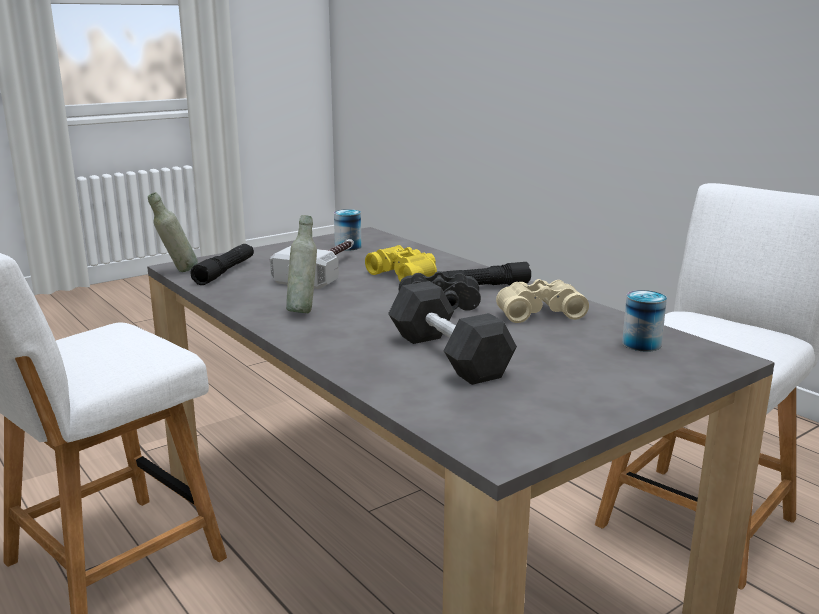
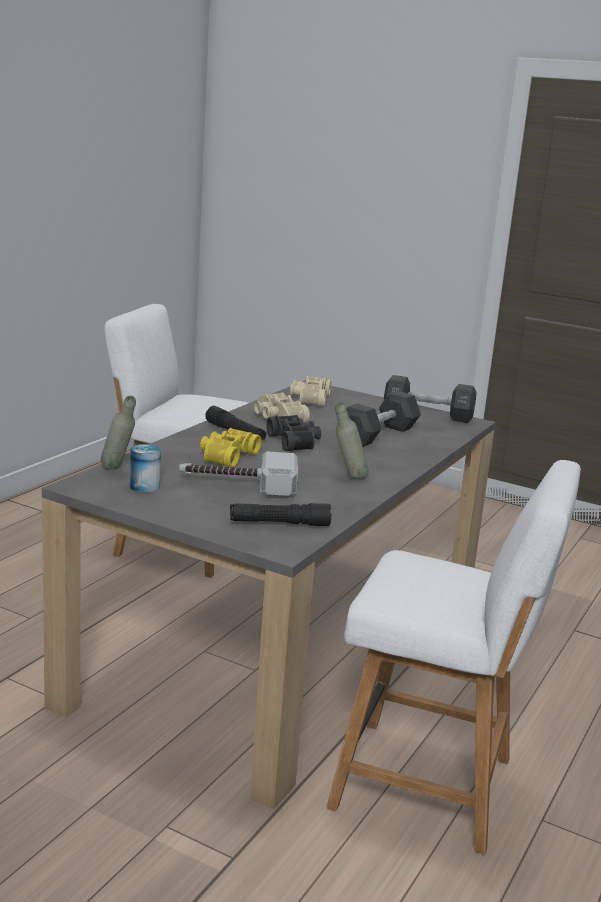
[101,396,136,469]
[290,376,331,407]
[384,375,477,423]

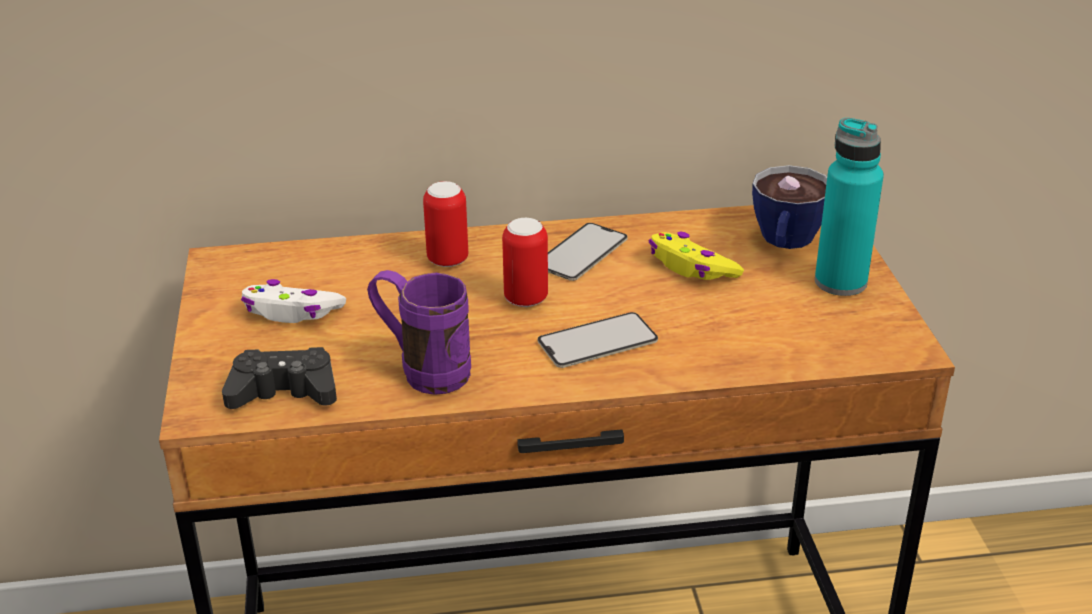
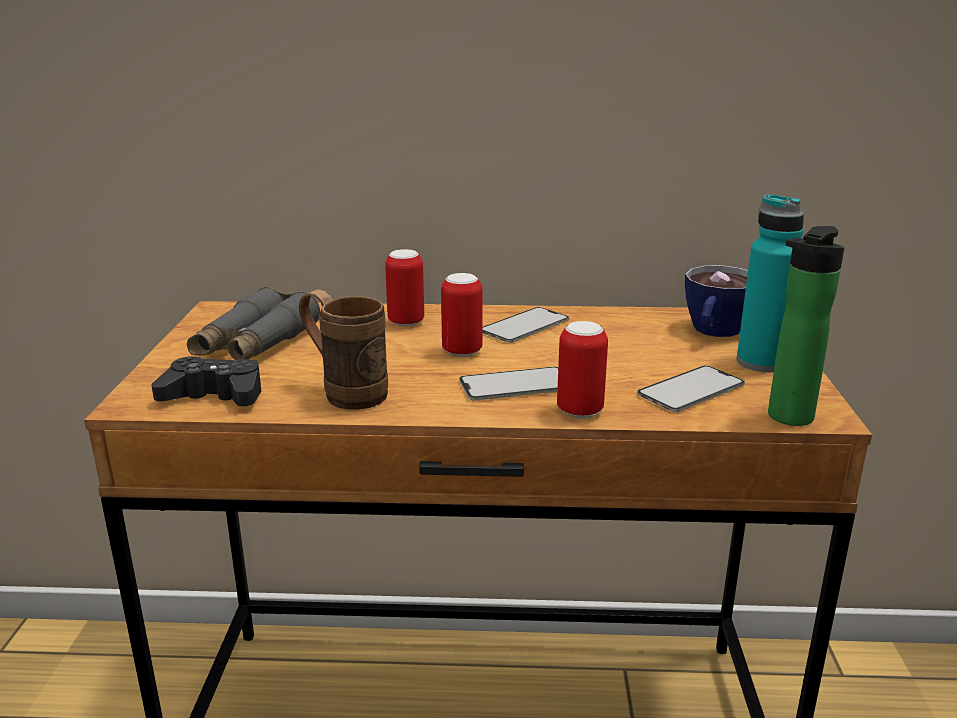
[187,287,320,360]
[299,289,388,410]
[557,321,608,418]
[637,365,745,412]
[768,226,844,426]
[649,231,744,280] (first image)

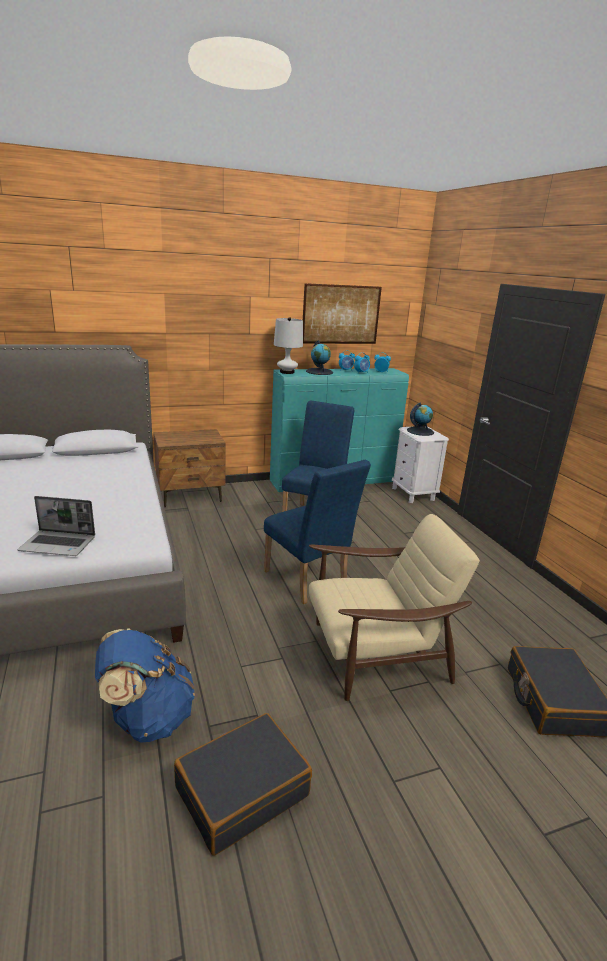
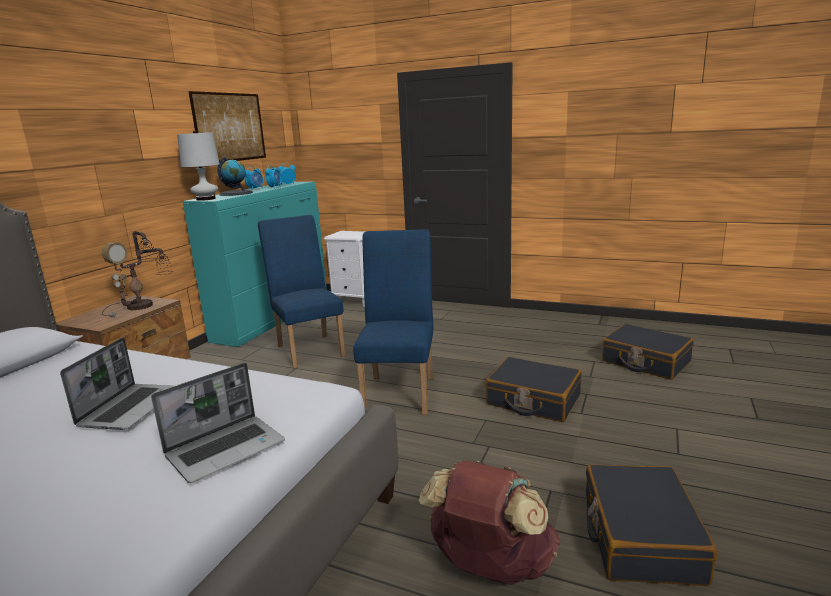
[60,337,174,430]
[102,231,173,317]
[353,229,433,415]
[419,461,560,585]
[485,357,582,422]
[407,403,434,436] (first image)

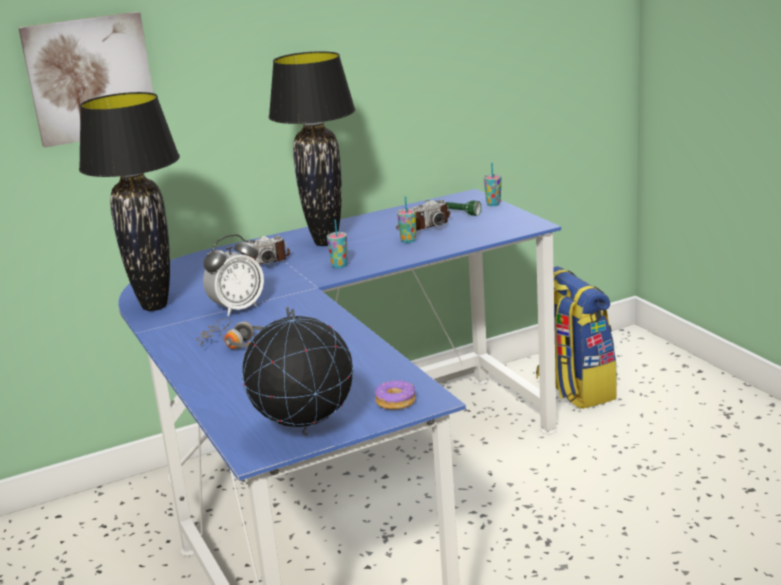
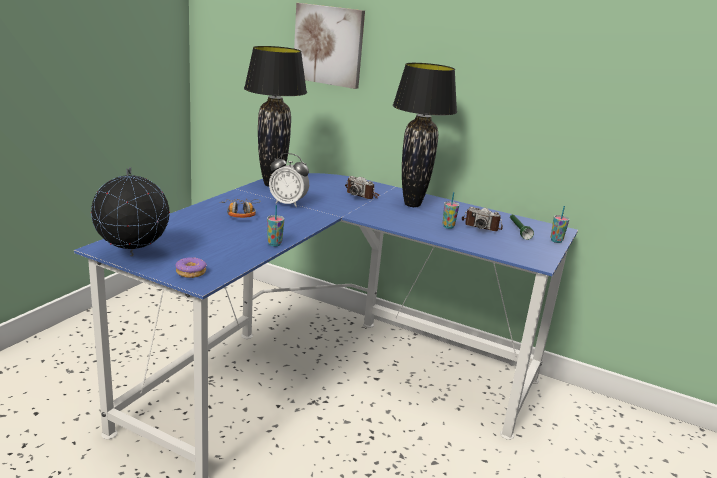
[267,205,284,247]
[536,266,617,409] (first image)

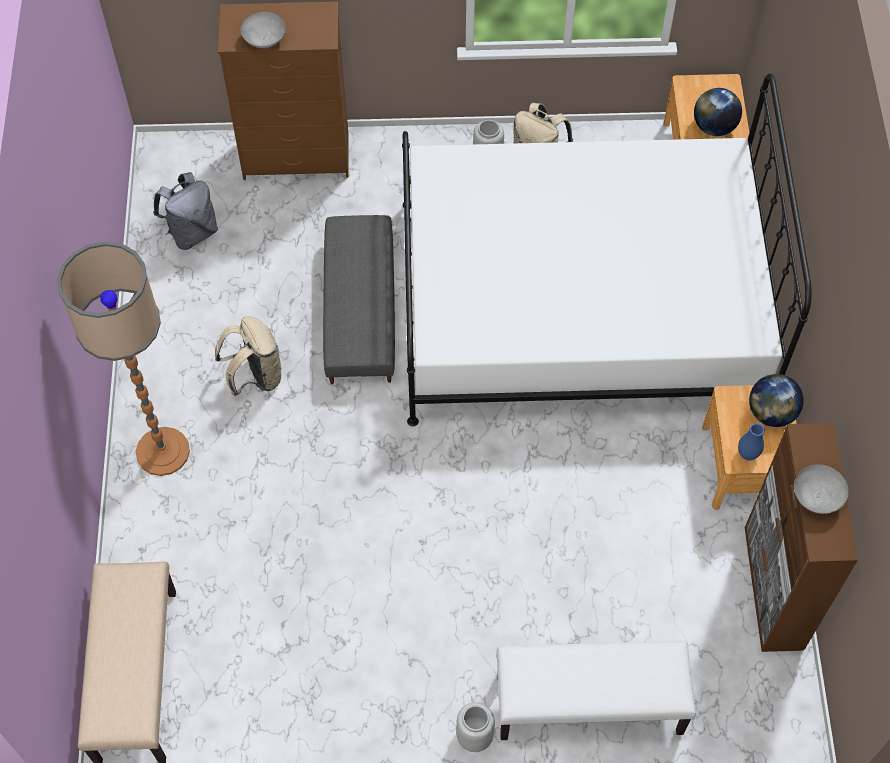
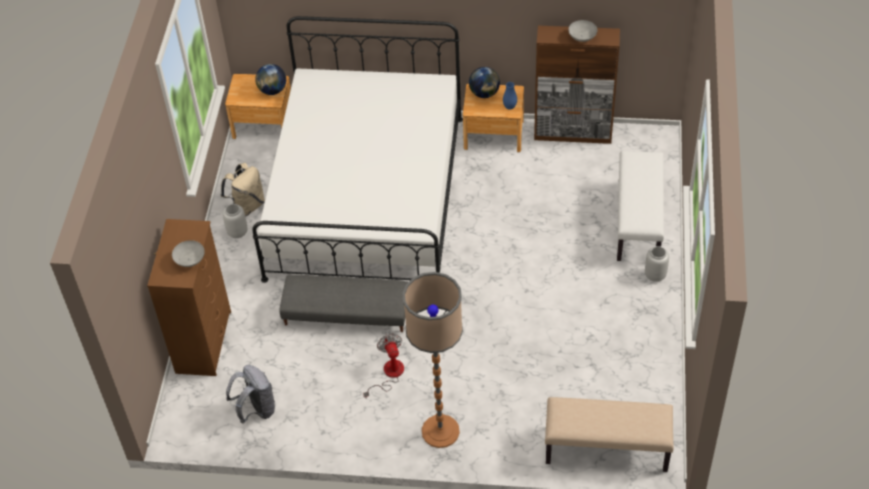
[363,334,404,398]

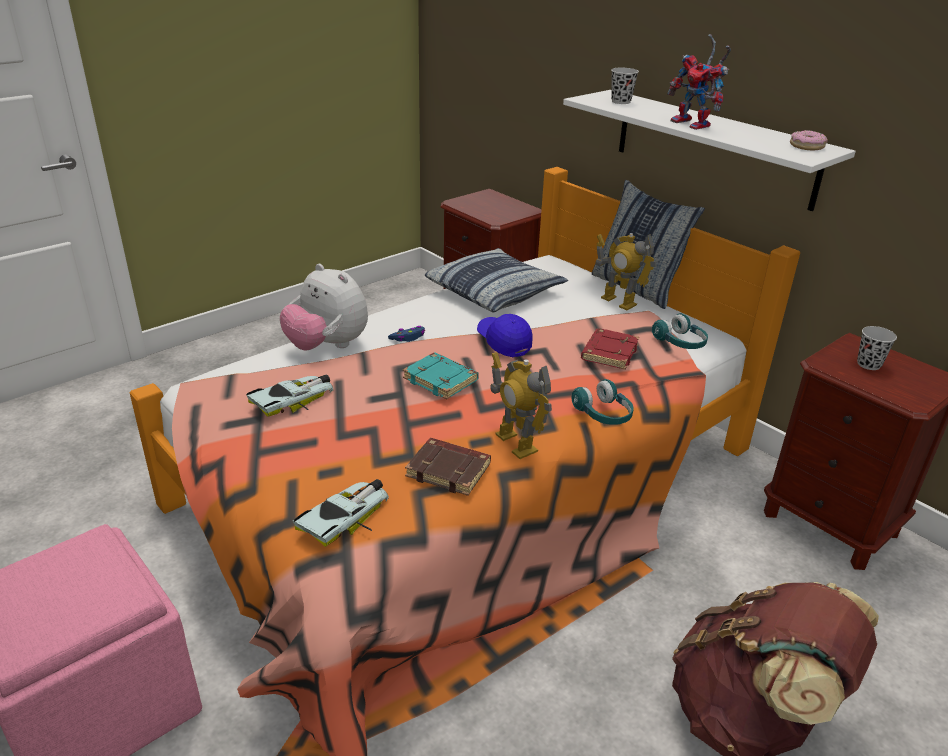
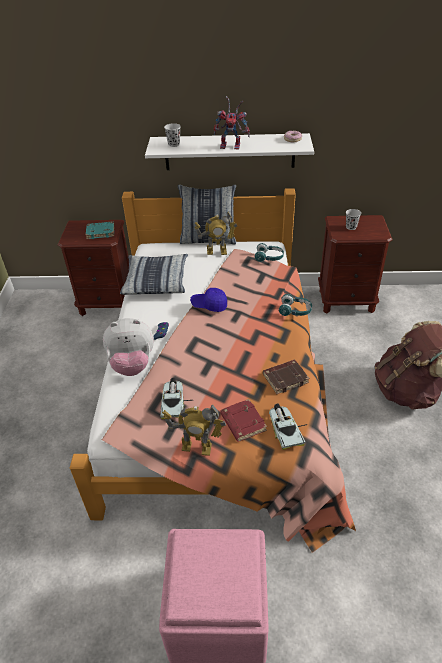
[86,221,114,239]
[162,404,226,456]
[220,399,267,442]

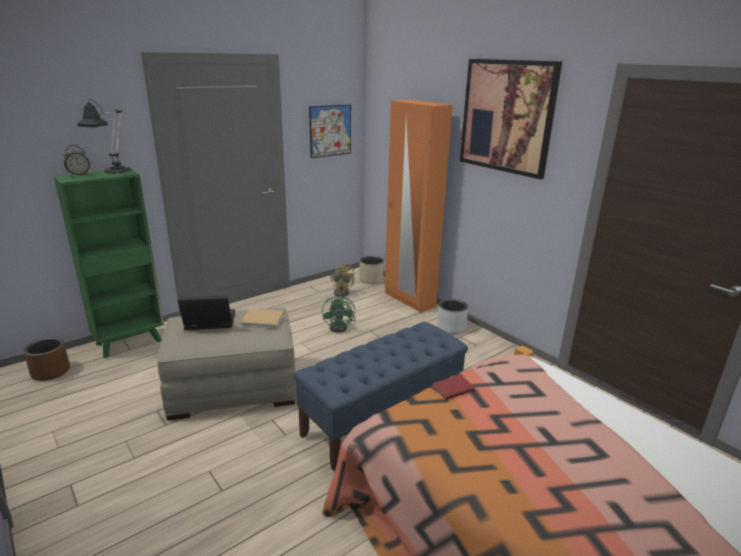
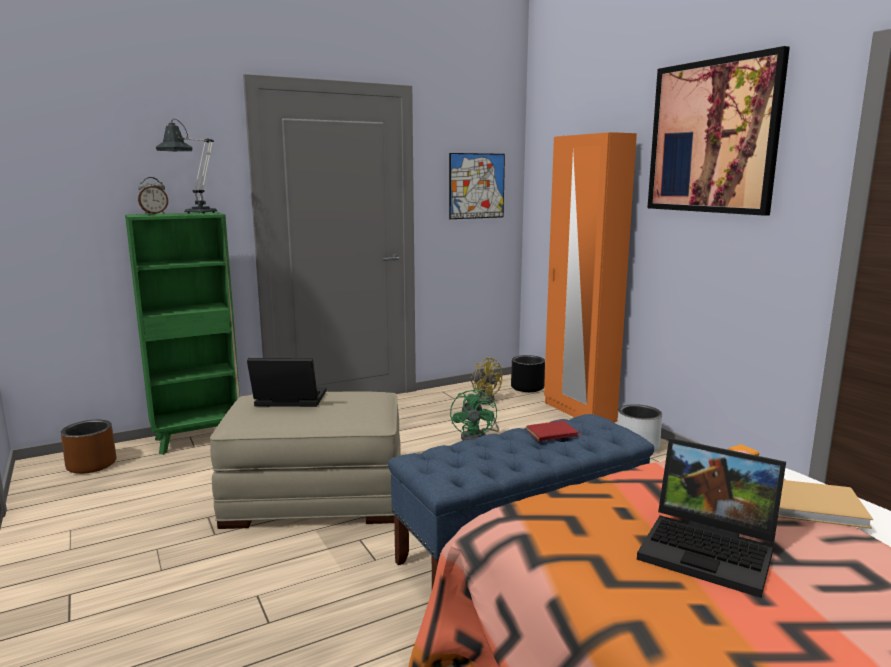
[511,355,545,392]
[526,421,582,441]
[637,438,786,598]
[778,480,873,529]

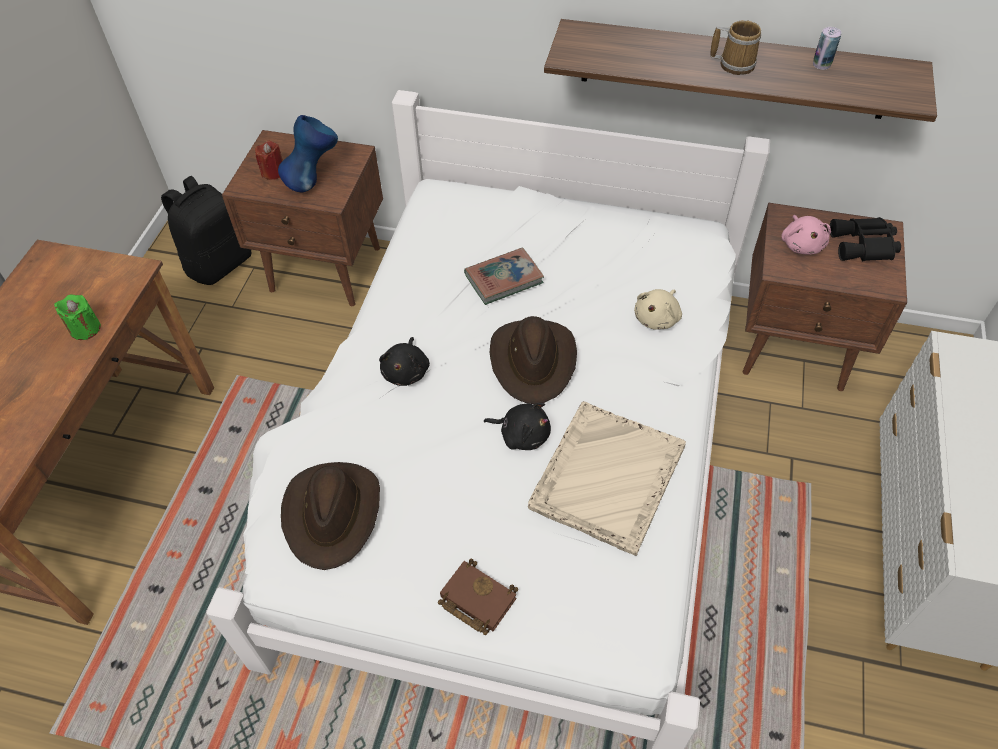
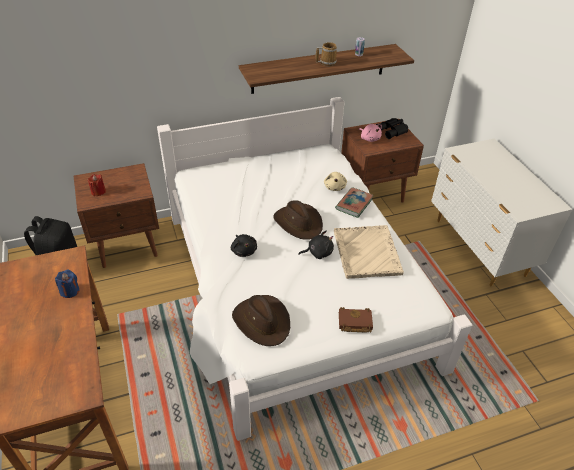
[55,270,80,298]
[335,187,374,218]
[278,115,338,193] (first image)

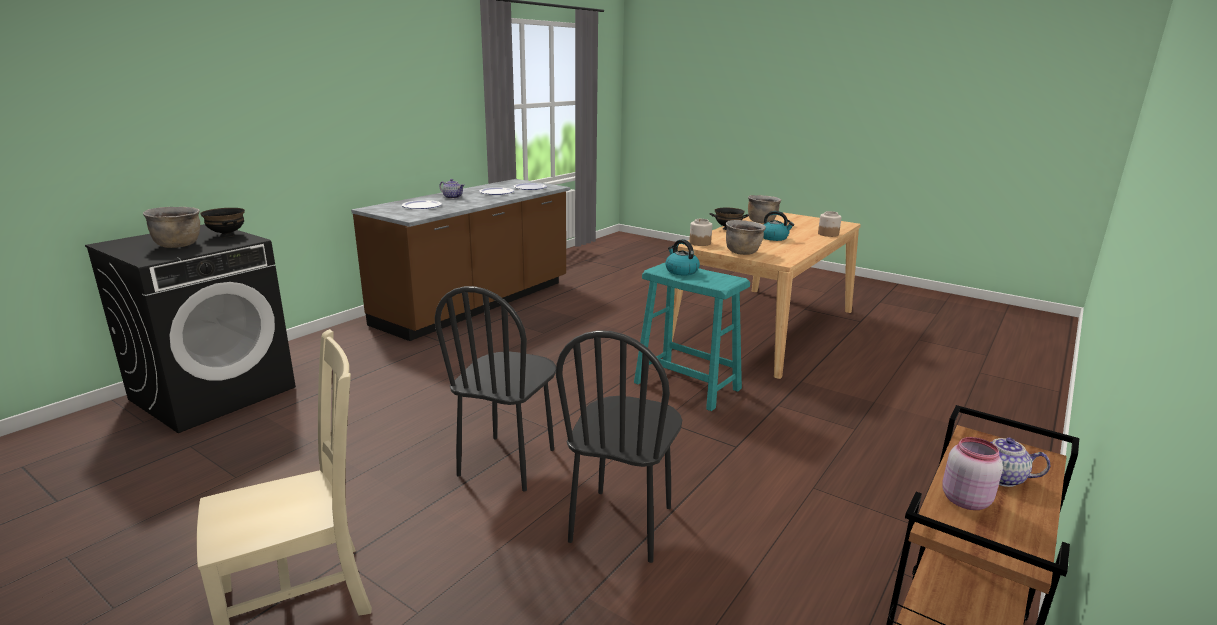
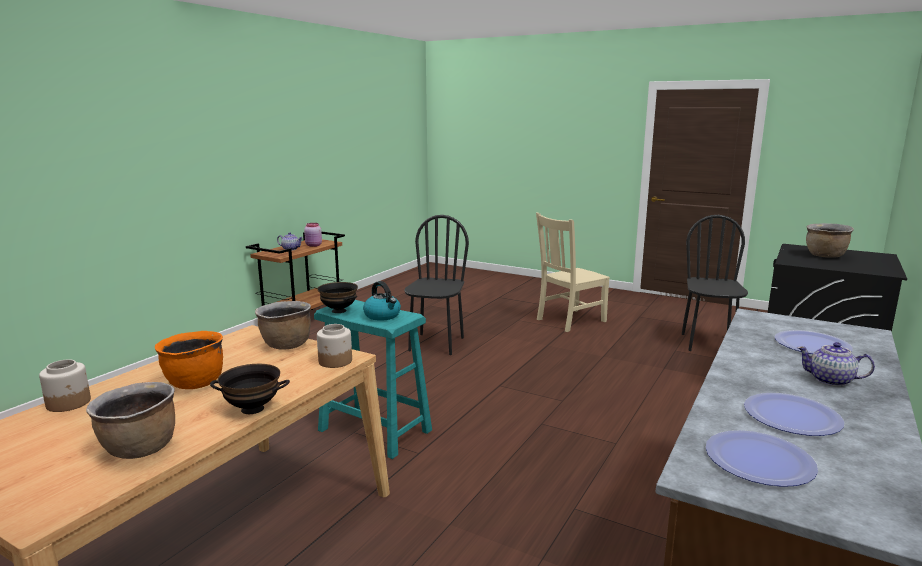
[155,331,223,389]
[317,282,358,313]
[682,215,748,351]

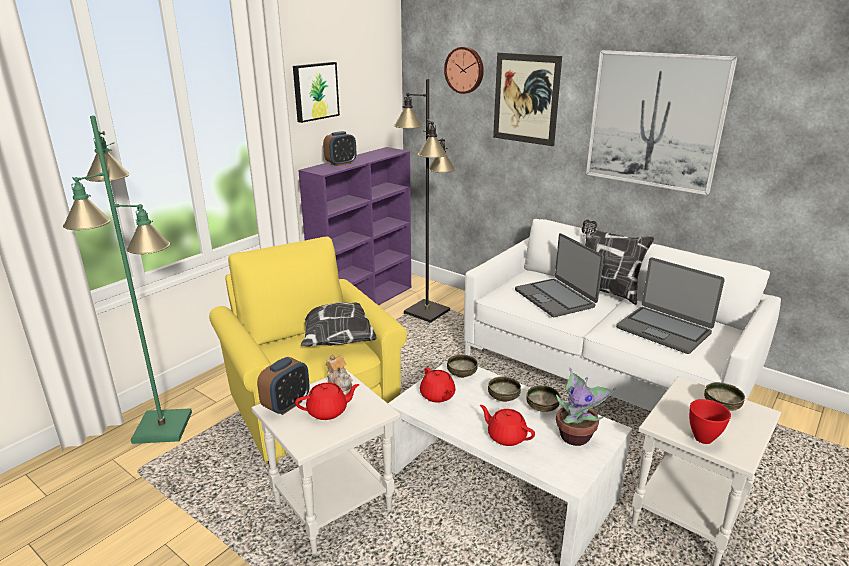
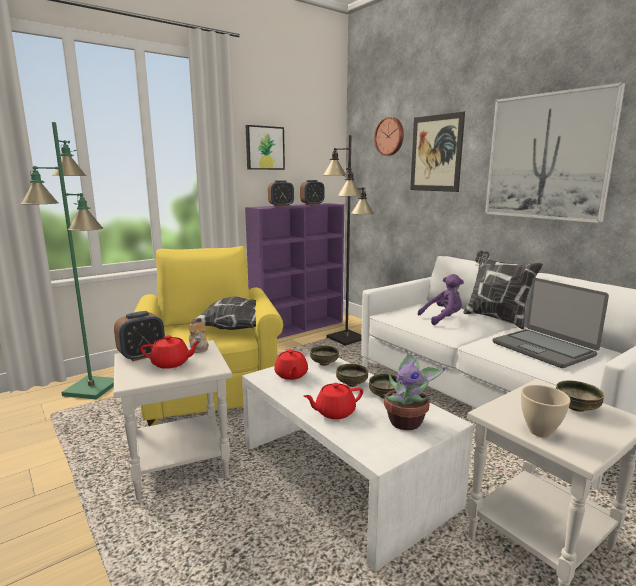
[300,180,325,205]
[304,383,363,419]
[418,274,464,325]
[521,385,571,438]

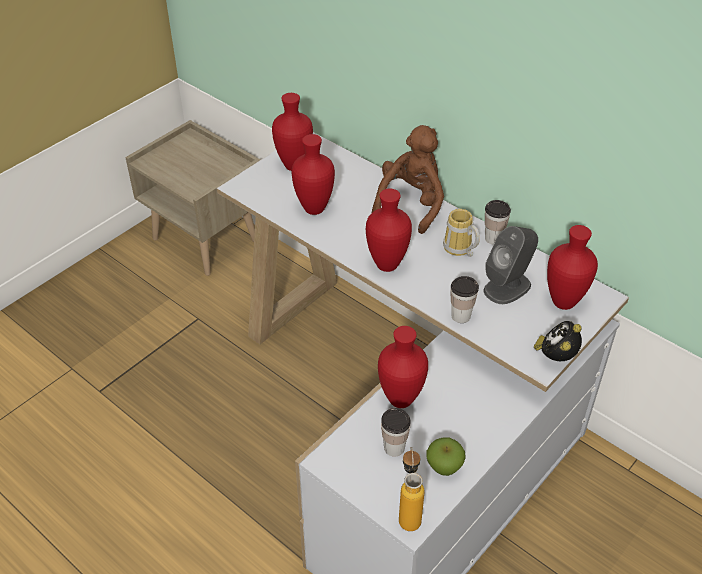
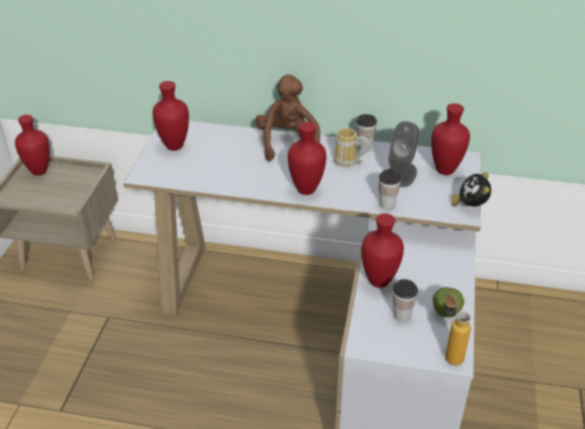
[15,115,50,176]

